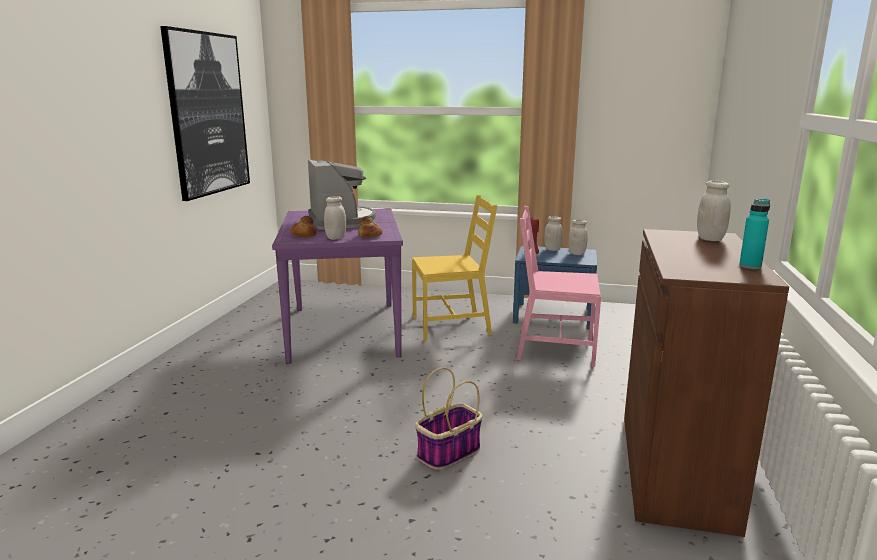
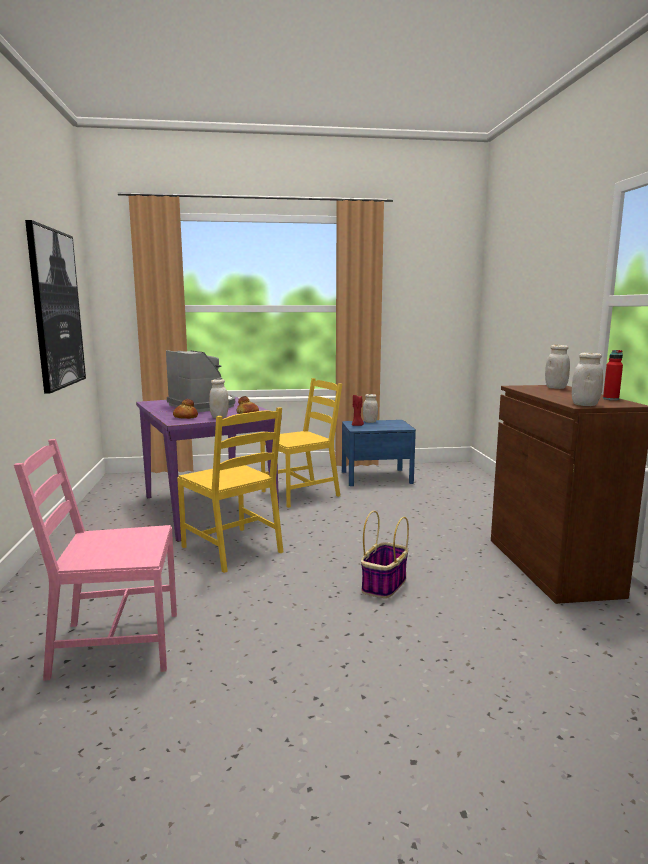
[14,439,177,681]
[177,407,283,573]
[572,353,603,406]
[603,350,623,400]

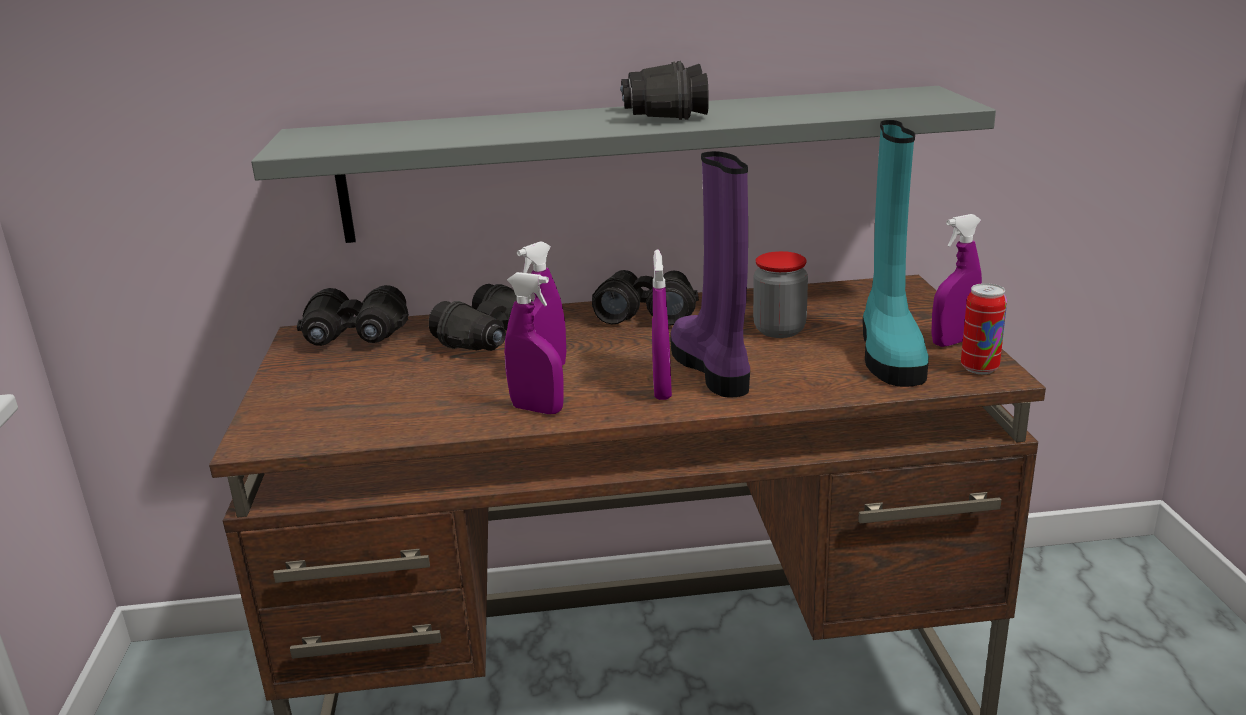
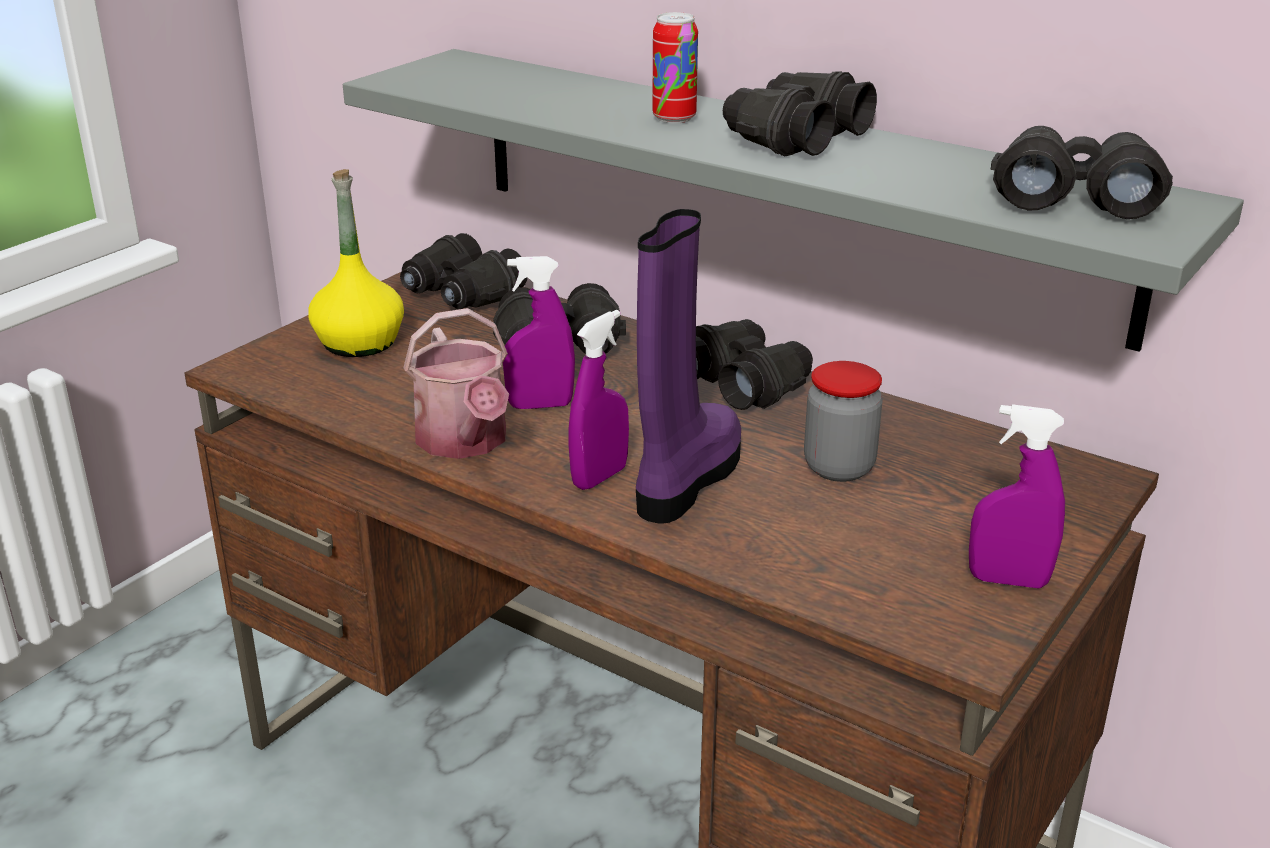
[308,169,404,357]
[403,308,509,459]
[652,12,698,124]
[991,126,1173,219]
[863,120,929,387] (first image)

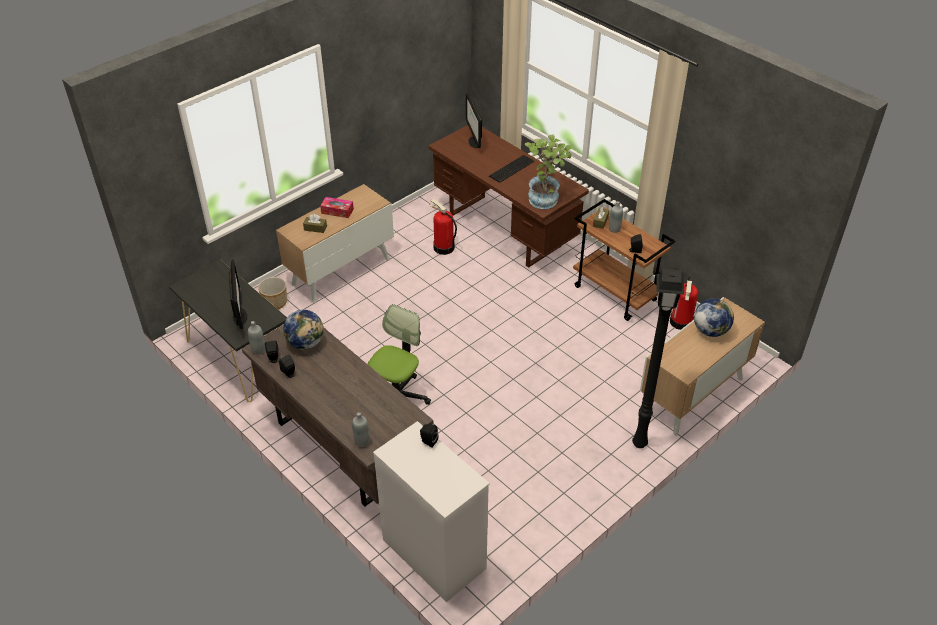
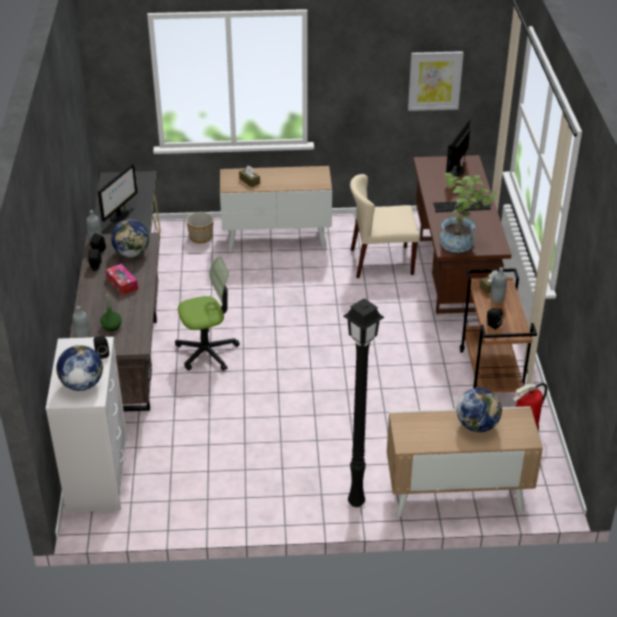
[56,345,103,391]
[100,294,122,331]
[106,264,138,296]
[350,174,419,278]
[408,51,464,111]

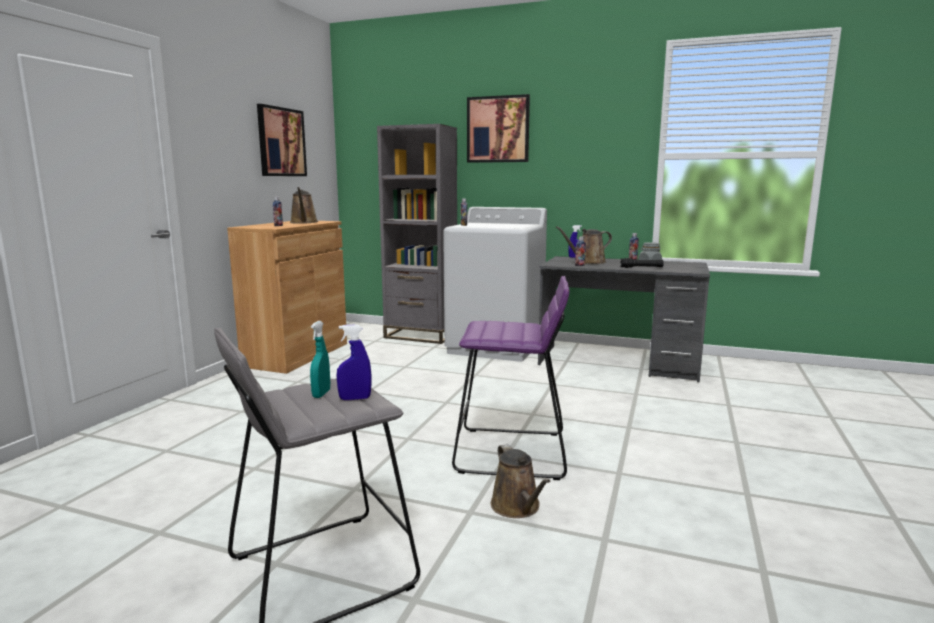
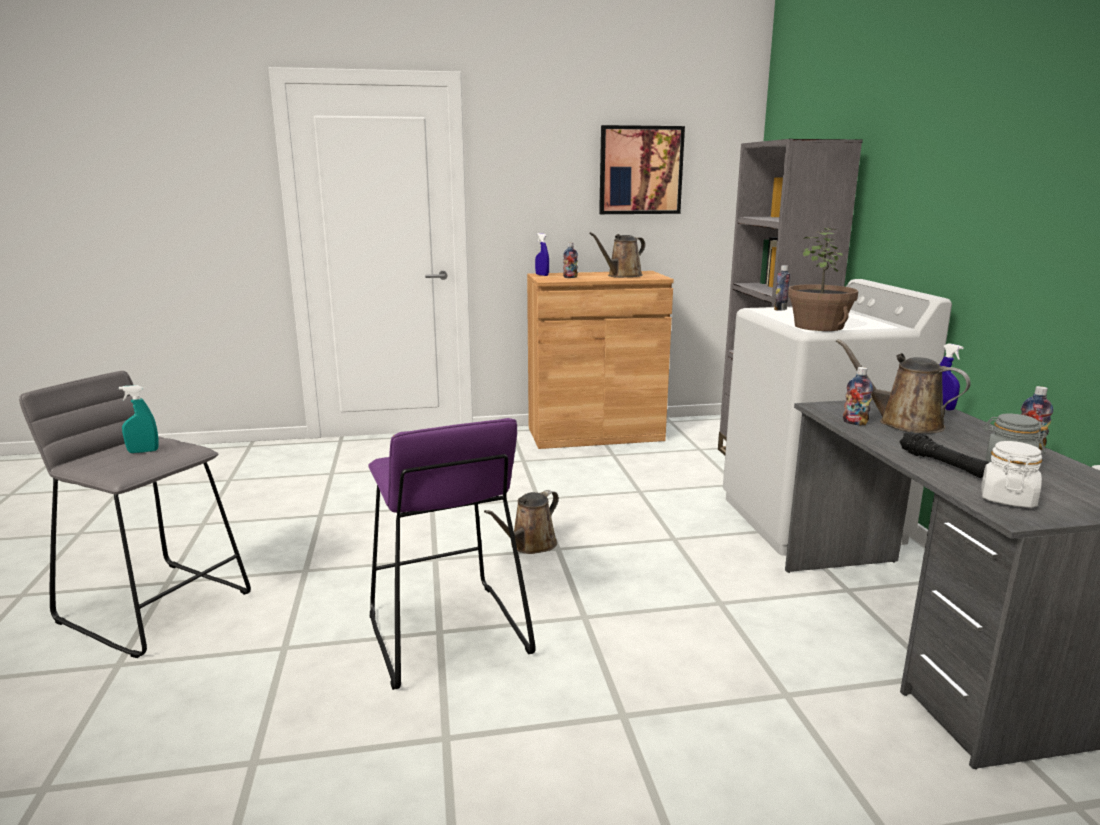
[484,490,559,554]
[535,233,549,276]
[788,227,858,331]
[981,441,1043,508]
[467,94,530,163] (first image)

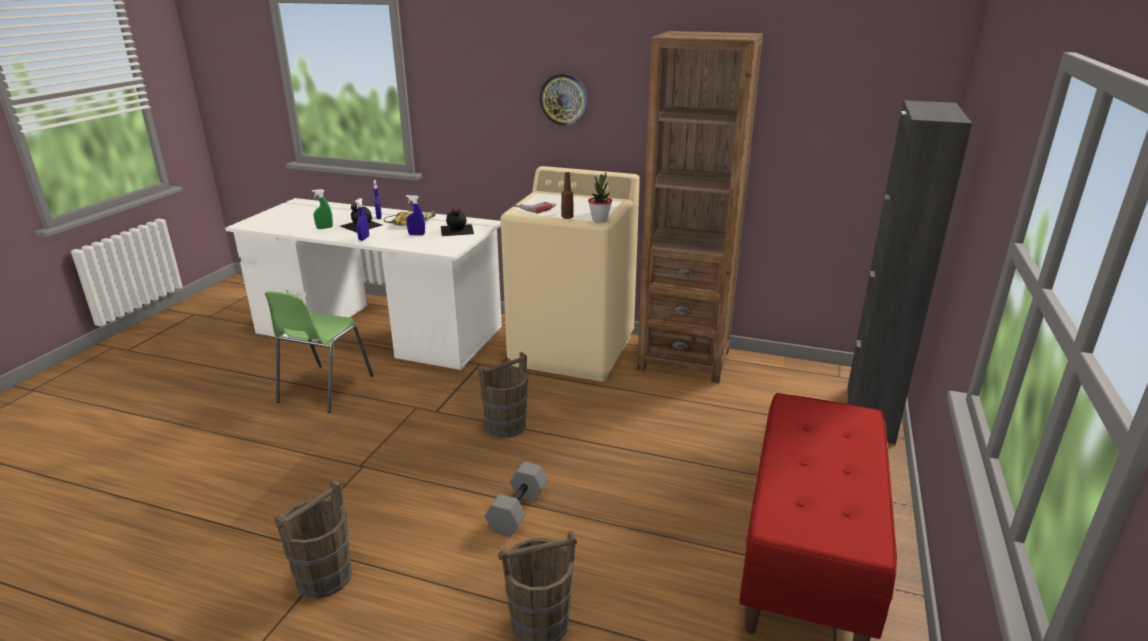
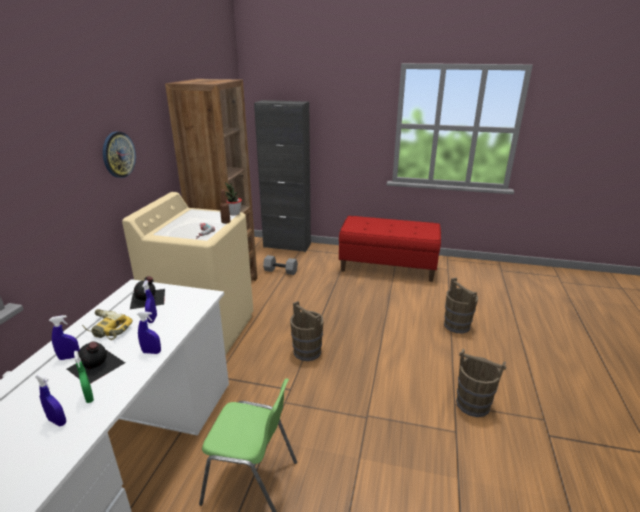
[35,374,66,426]
[263,255,298,275]

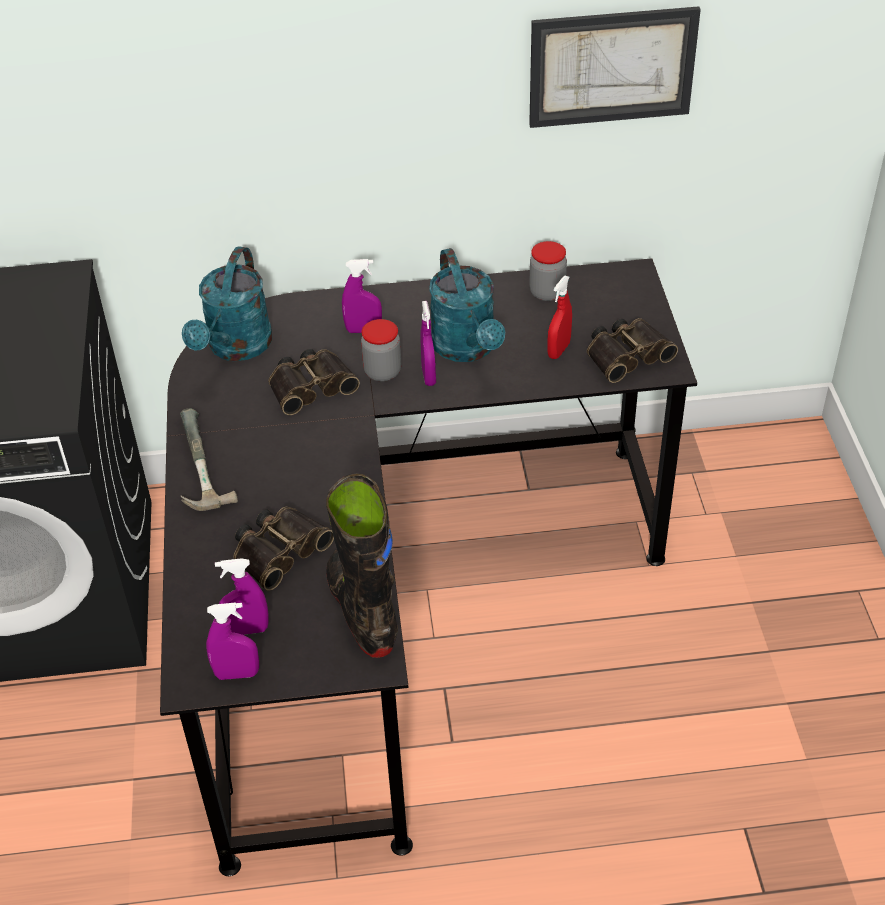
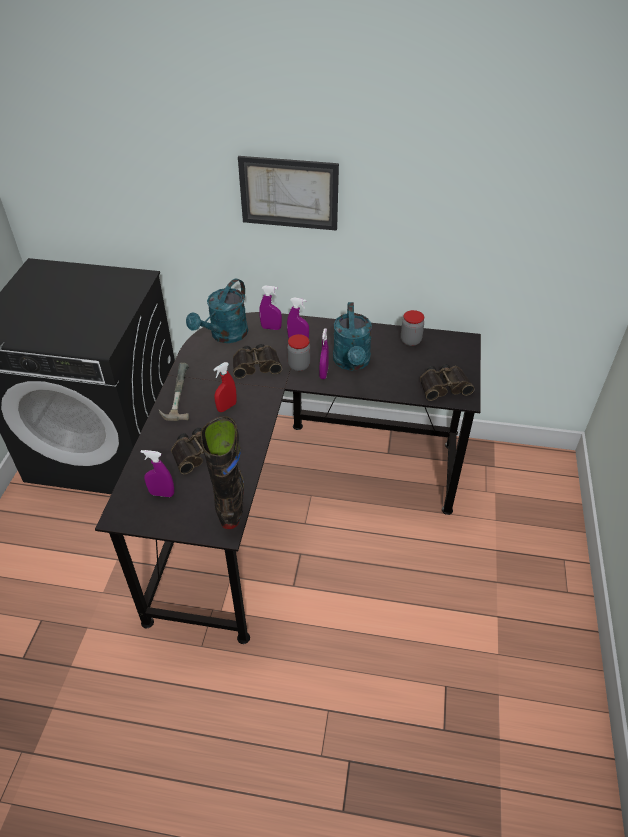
[213,362,237,412]
[238,156,339,231]
[259,285,282,330]

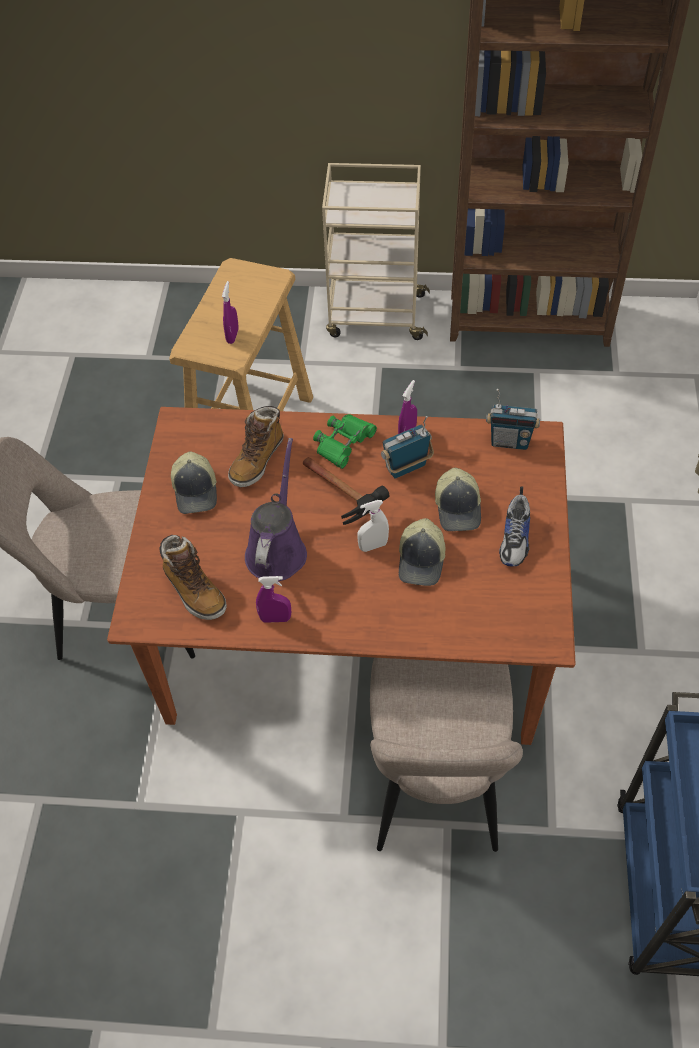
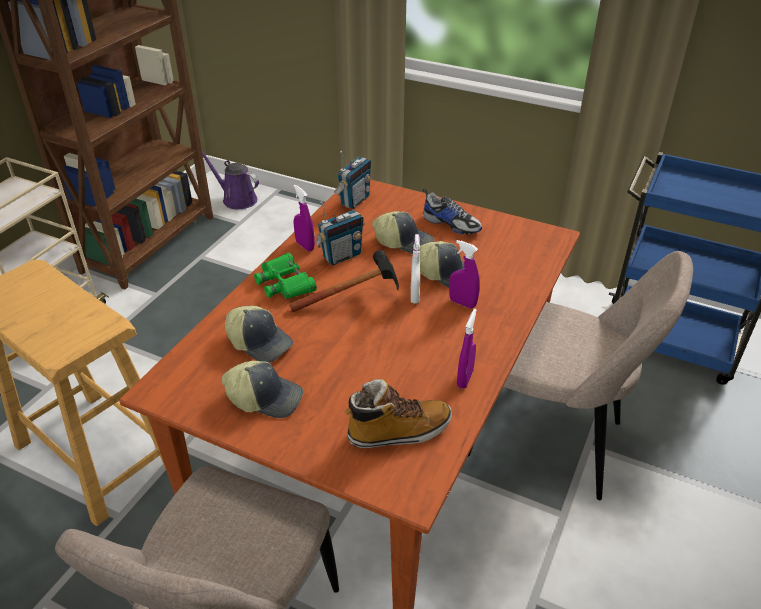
[202,151,259,209]
[225,306,293,363]
[315,201,365,265]
[449,240,480,308]

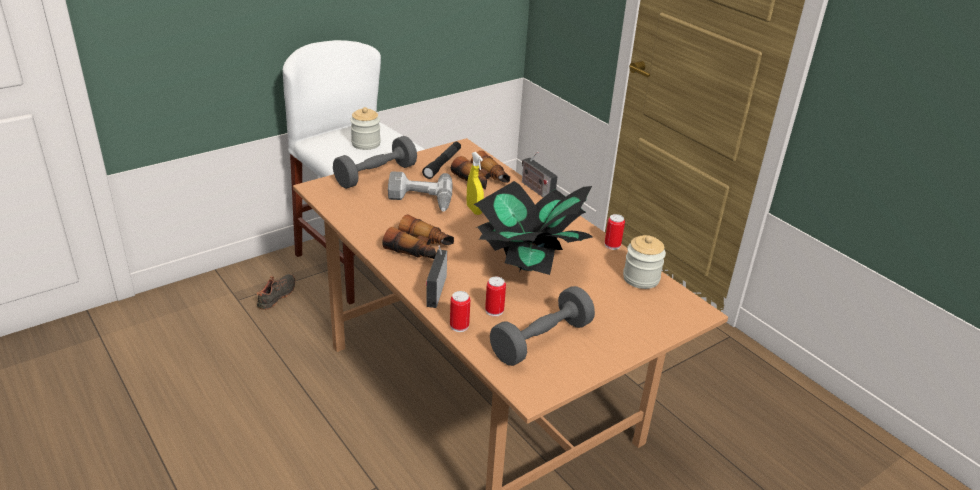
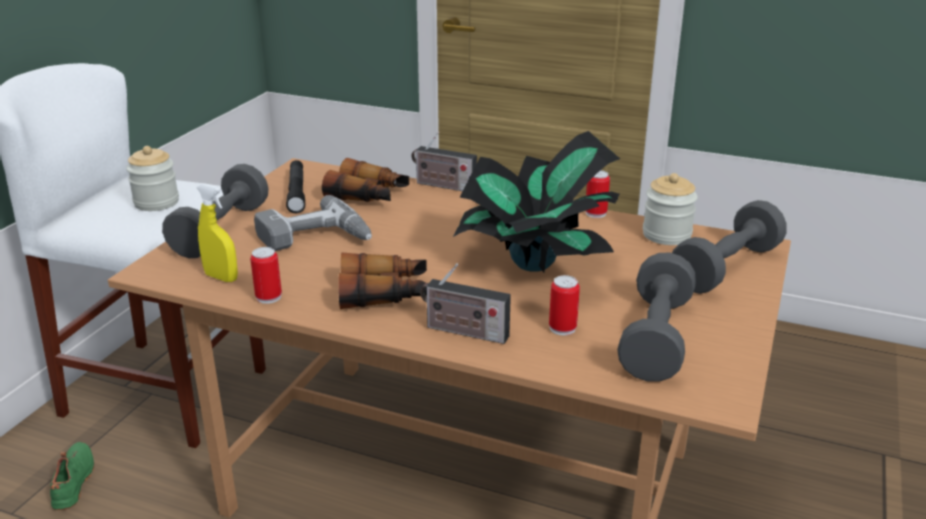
[50,442,94,510]
[196,183,238,282]
[250,247,282,304]
[420,263,511,344]
[672,200,787,294]

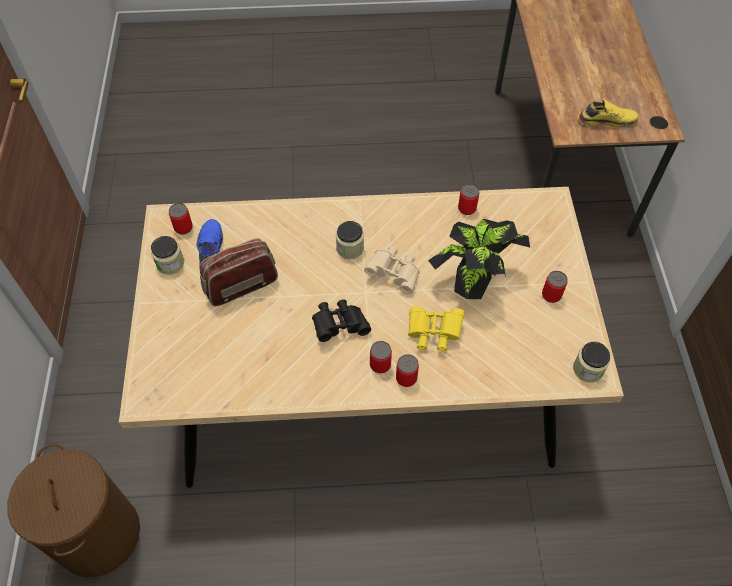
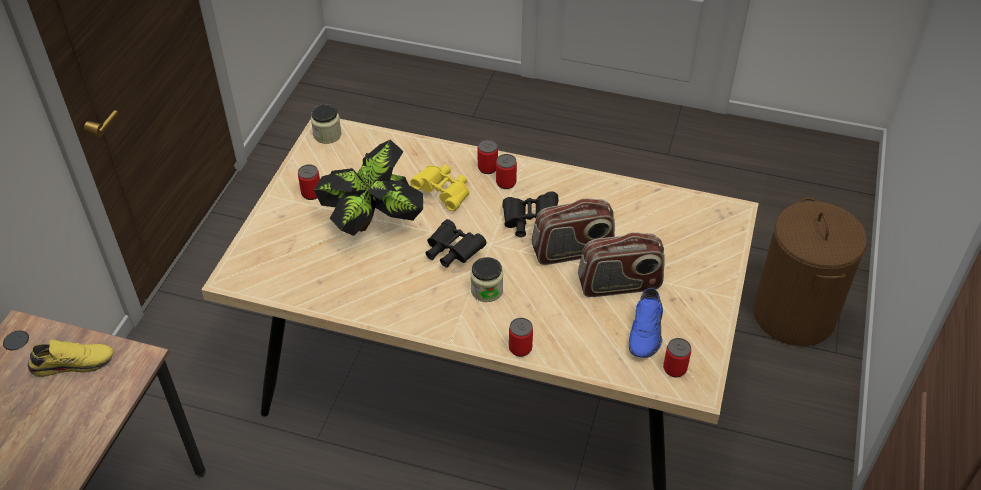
[28,339,113,377]
[425,219,487,268]
[509,318,533,357]
[532,199,615,265]
[151,236,184,275] (first image)

